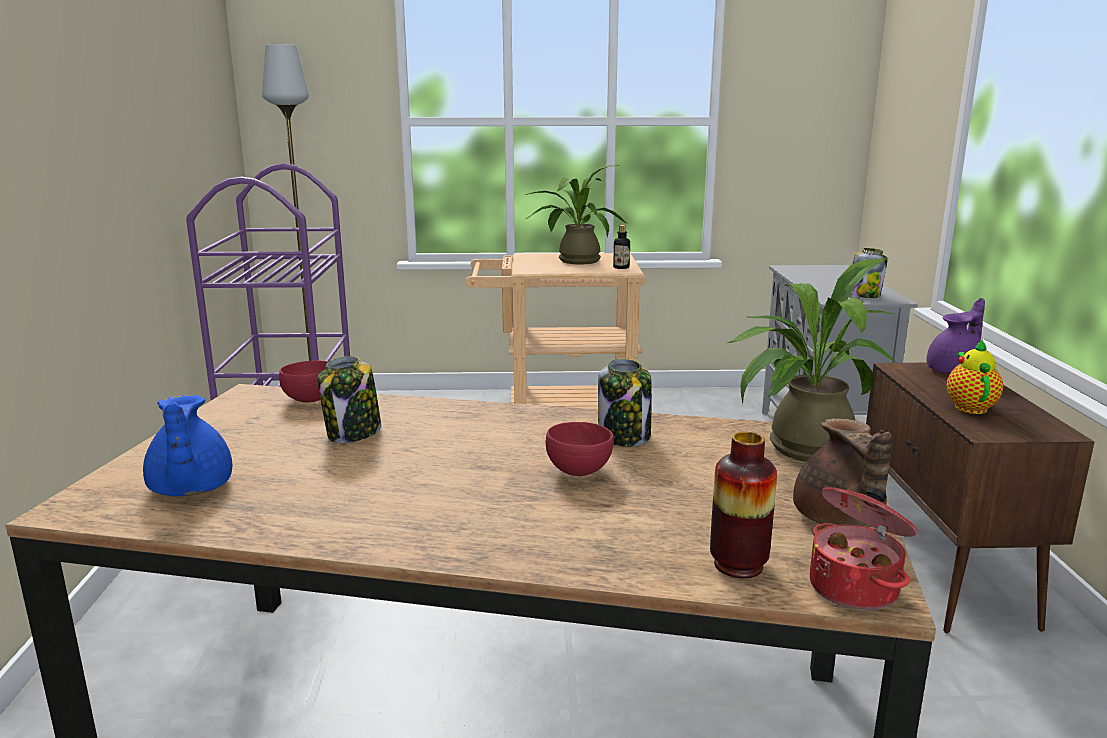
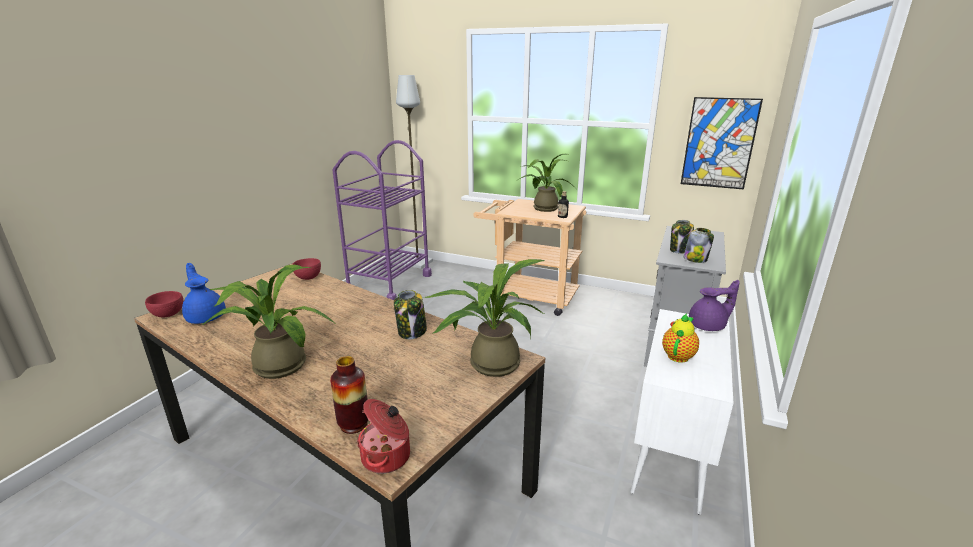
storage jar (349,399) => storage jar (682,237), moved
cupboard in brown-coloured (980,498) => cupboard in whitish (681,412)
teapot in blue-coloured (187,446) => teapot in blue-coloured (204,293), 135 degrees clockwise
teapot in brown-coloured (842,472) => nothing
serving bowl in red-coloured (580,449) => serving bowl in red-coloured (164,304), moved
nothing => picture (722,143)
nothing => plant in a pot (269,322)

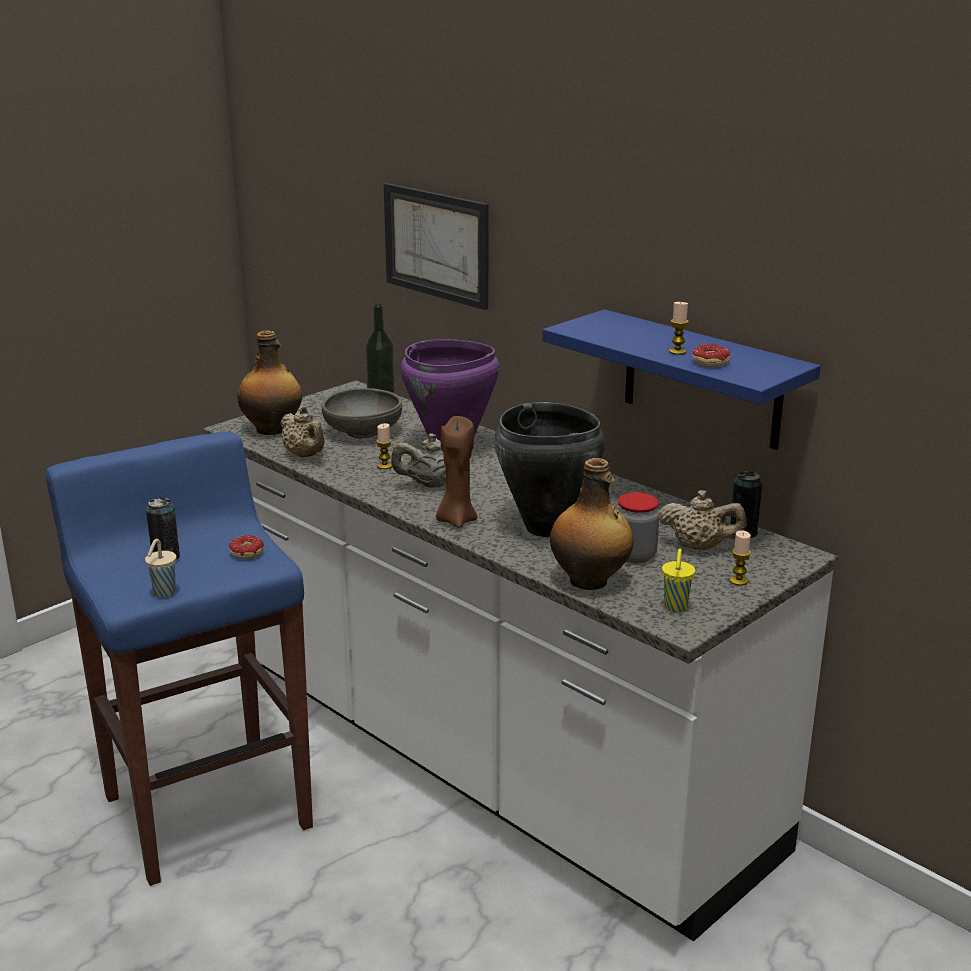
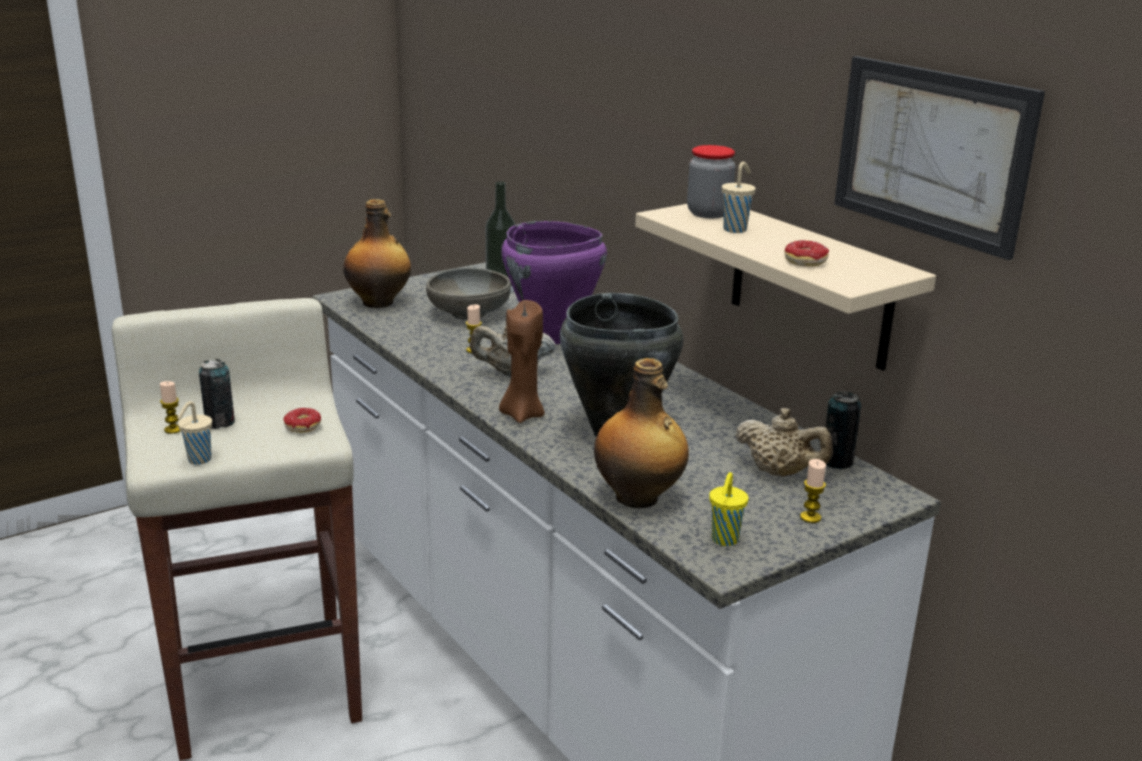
picture (436,246) => picture (939,158), moved
candle (679,328) => candle (170,407), moved
bracket shelf in blue-coloured (681,379) => bracket shelf in beige (785,287)
teapot in beige (302,432) => nothing
stool seat in blue-coloured (179,658) => stool seat in beige (237,529)
storage jar (638,527) => storage jar (711,181), moved
nothing => drinking cup in beige (739,197)

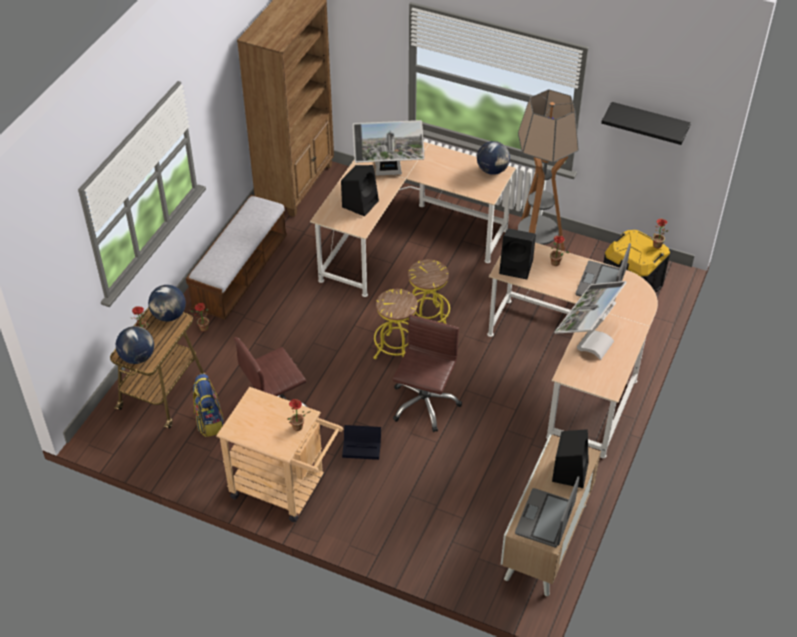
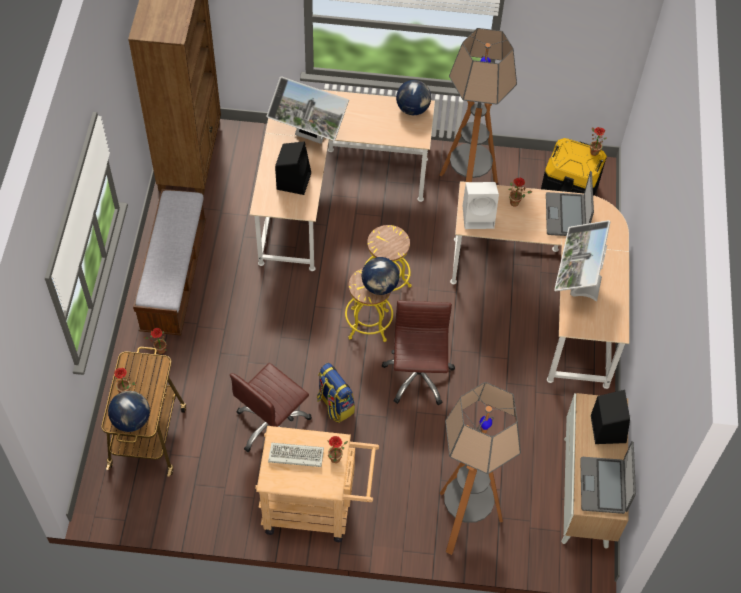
bracket shelf in black-coloured (646,123) => nothing
computer display (389,148) => computer display (307,110), 45 degrees clockwise
speaker in black-coloured (517,253) => speaker in whitish (481,205)
globe (167,303) => globe (380,276), moved
rucksack (208,405) => rucksack (336,393), moved
storage container in black-coloured (361,442) => nothing
nothing => standing lamp (480,468)
nothing => computer keyboard (296,455)

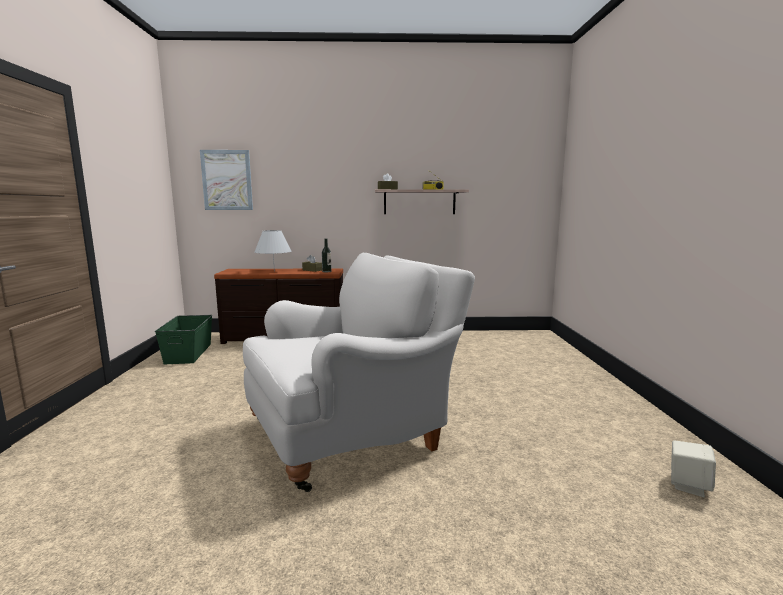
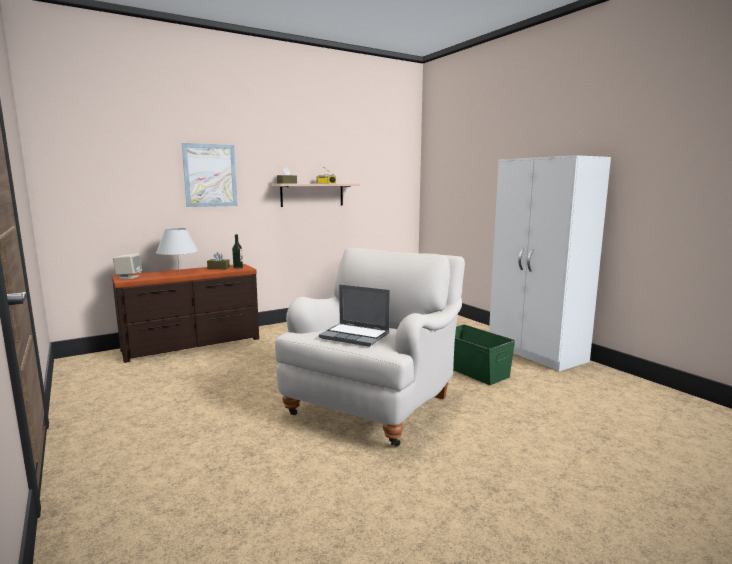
picture (226,180) => picture (210,175), moved
storage container in green-coloured (183,340) => storage container in green-coloured (484,354), moved
speaker in beige (693,468) => speaker in beige (127,266), moved
nothing => clothes cupboard in whitish (550,263)
nothing => laptop (354,315)

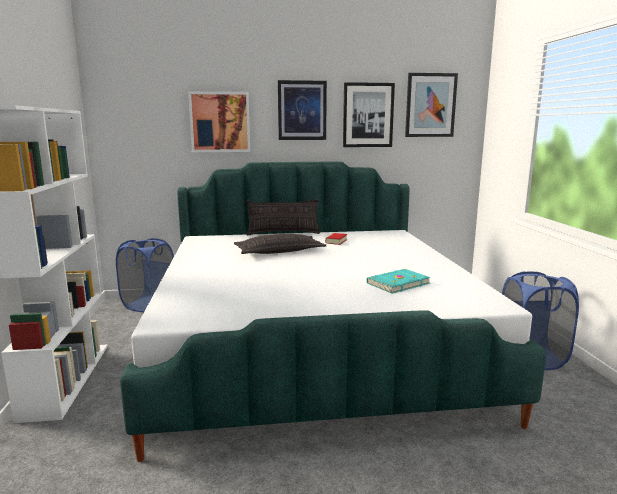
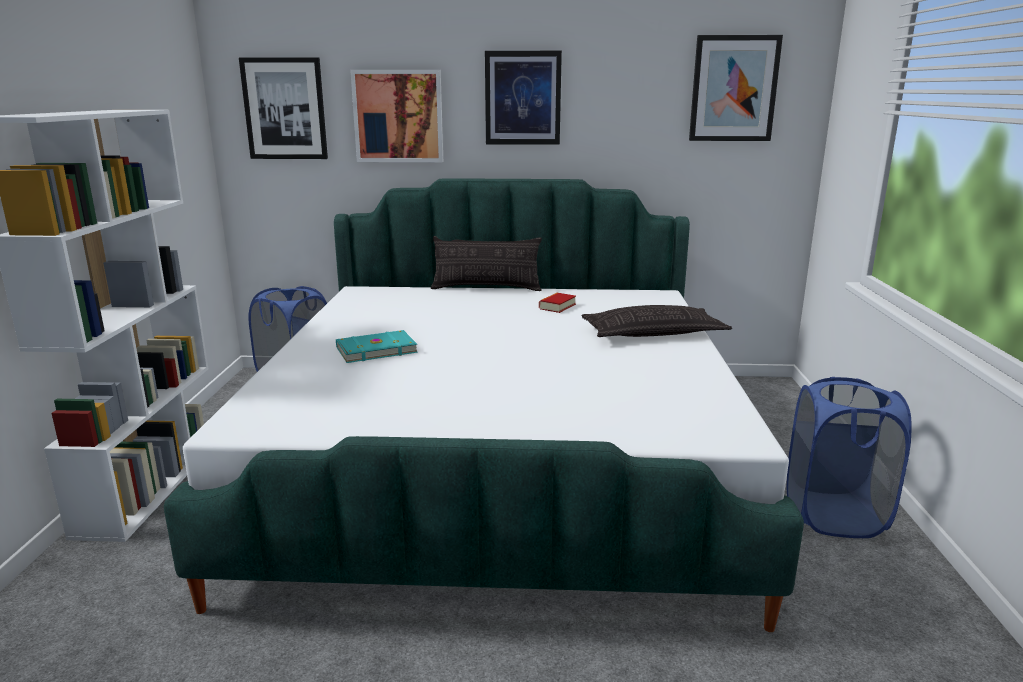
picture (369,114) => picture (283,108), moved
throw pillow (280,244) => throw pillow (657,321), moved
bound book in turquoise-coloured (399,281) => bound book in turquoise-coloured (377,346), moved

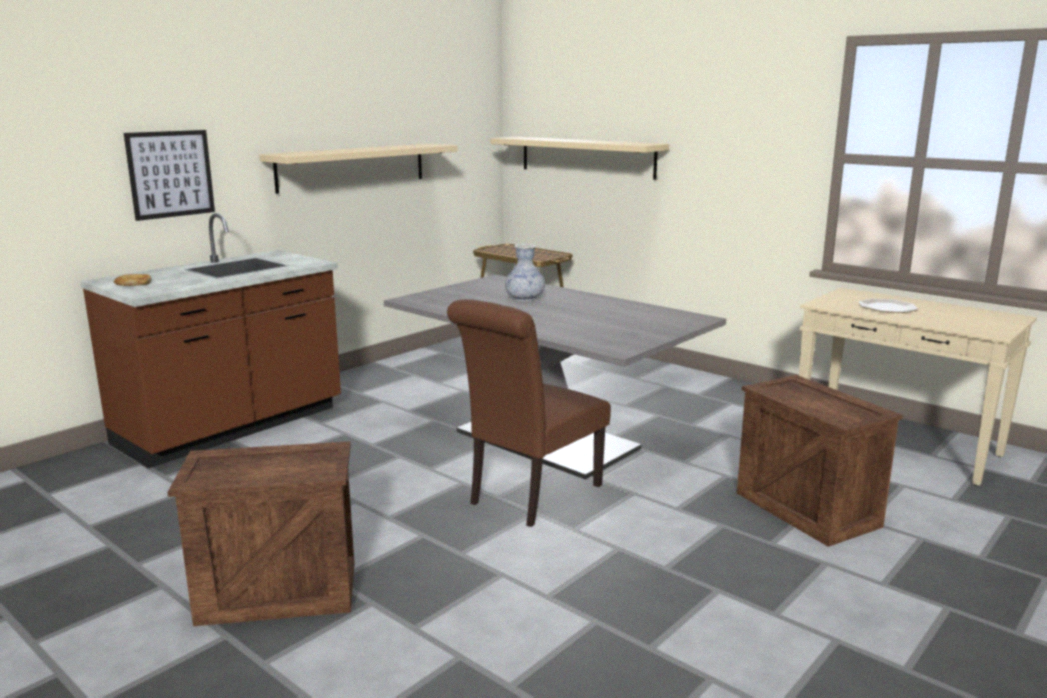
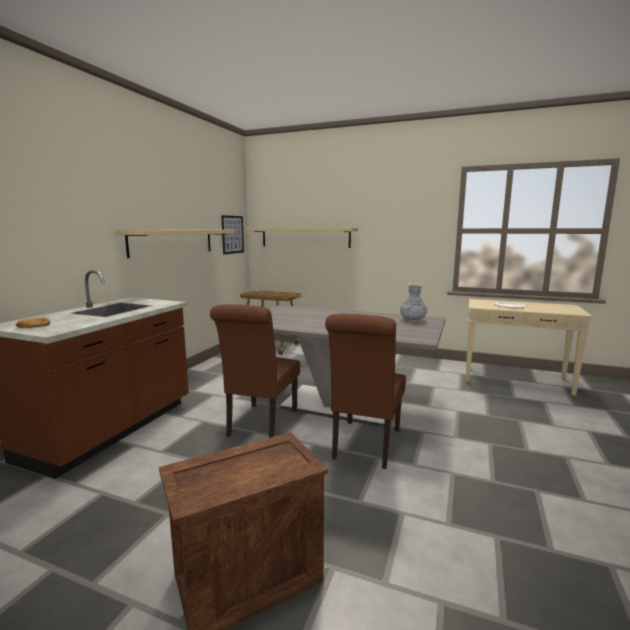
picture (169,175) => picture (232,234), moved
flower vase (525,273) => flower vase (413,302), moved
shipping crate (820,461) => nothing
nothing => upright chair in brown-coloured (255,371)

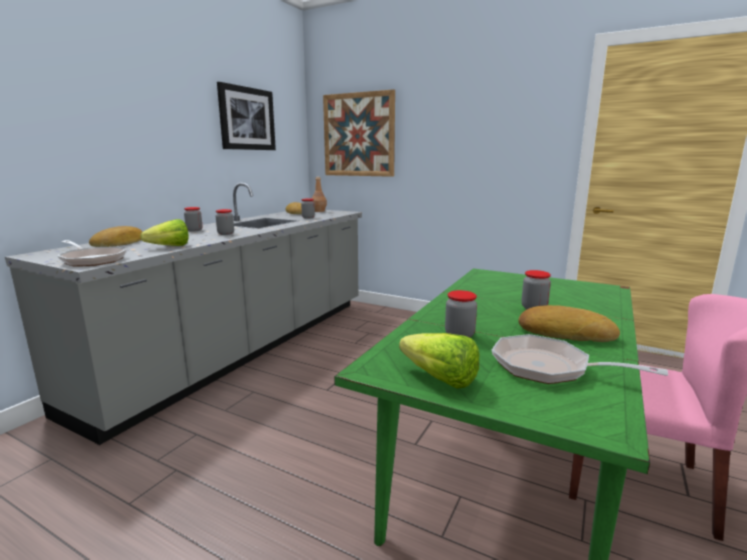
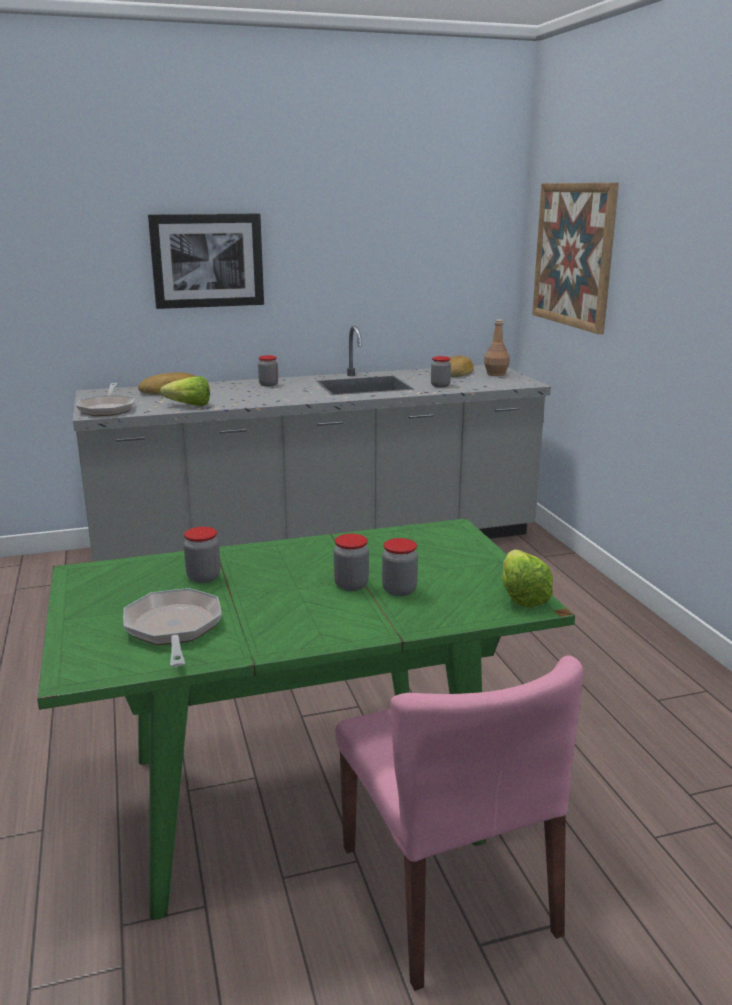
picture (246,116) => picture (206,261), moved
storage jar (225,222) => storage jar (400,567), moved
bakery bread (569,323) => nothing
lettuce head (439,361) => lettuce head (527,578), moved

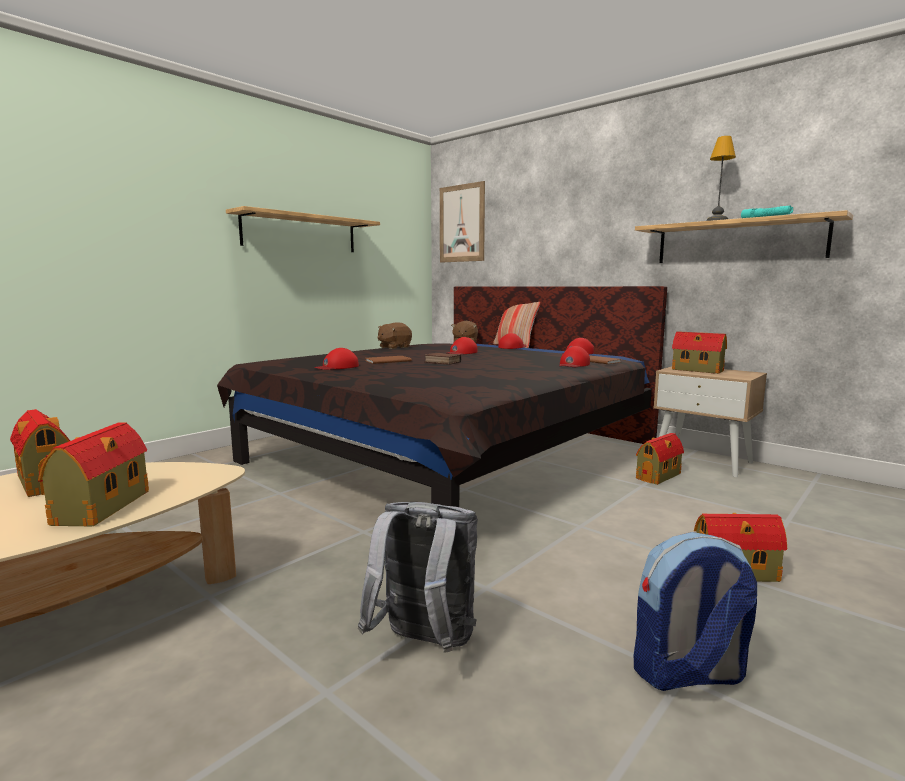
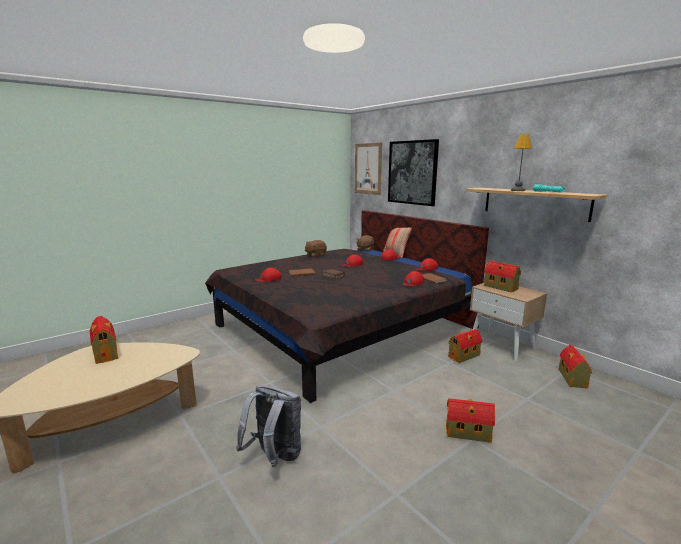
bracket shelf (303,229) => nothing
model house (93,474) => model house (575,366), moved
rucksack (695,611) => nothing
nothing => picture (413,172)

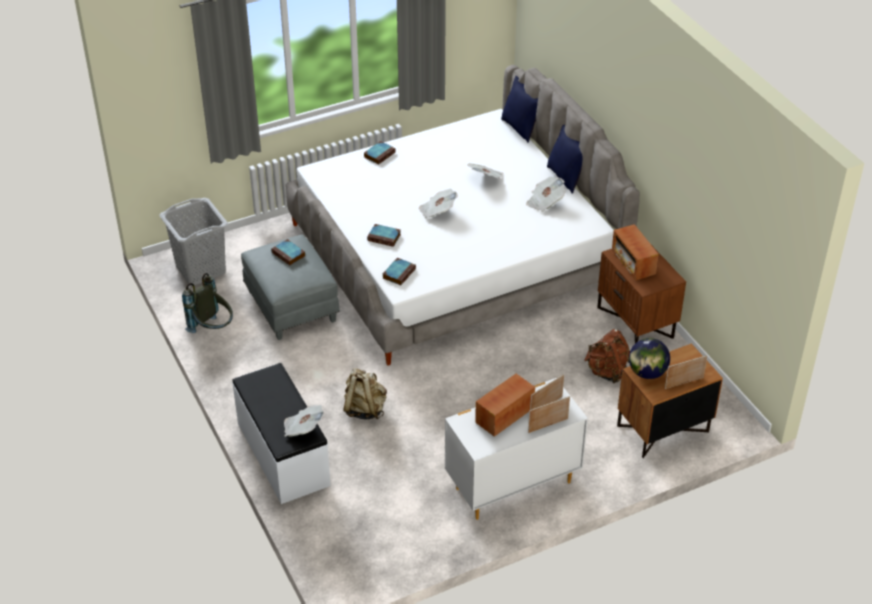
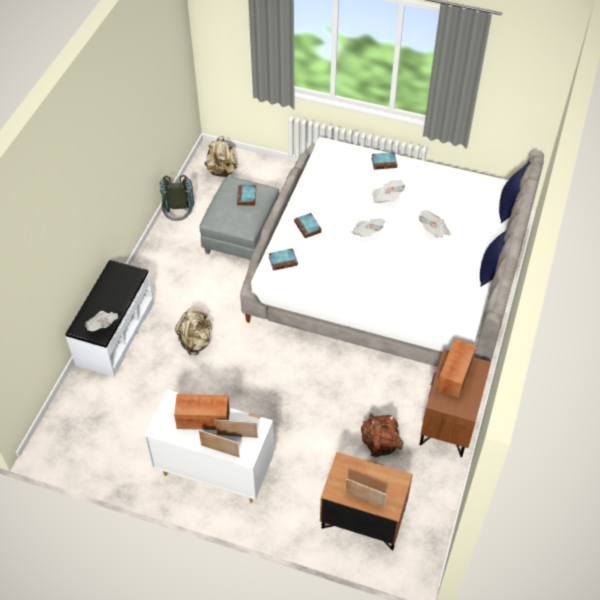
daily paper (546,194) => daily paper (389,191), moved
laundry basket in gray (194,242) => rucksack in beige (221,157)
globe (649,358) => nothing

